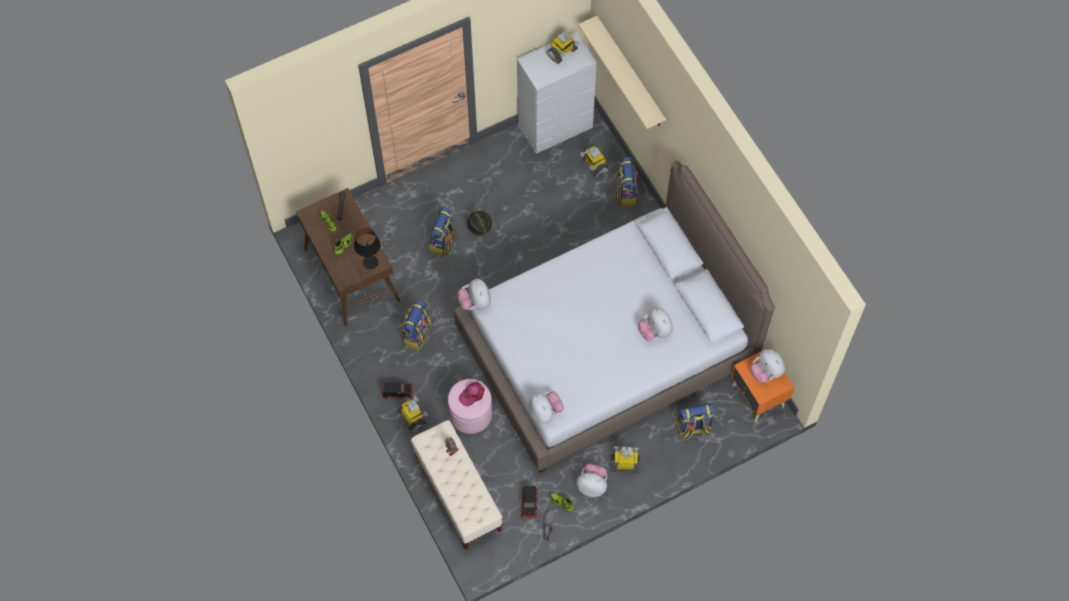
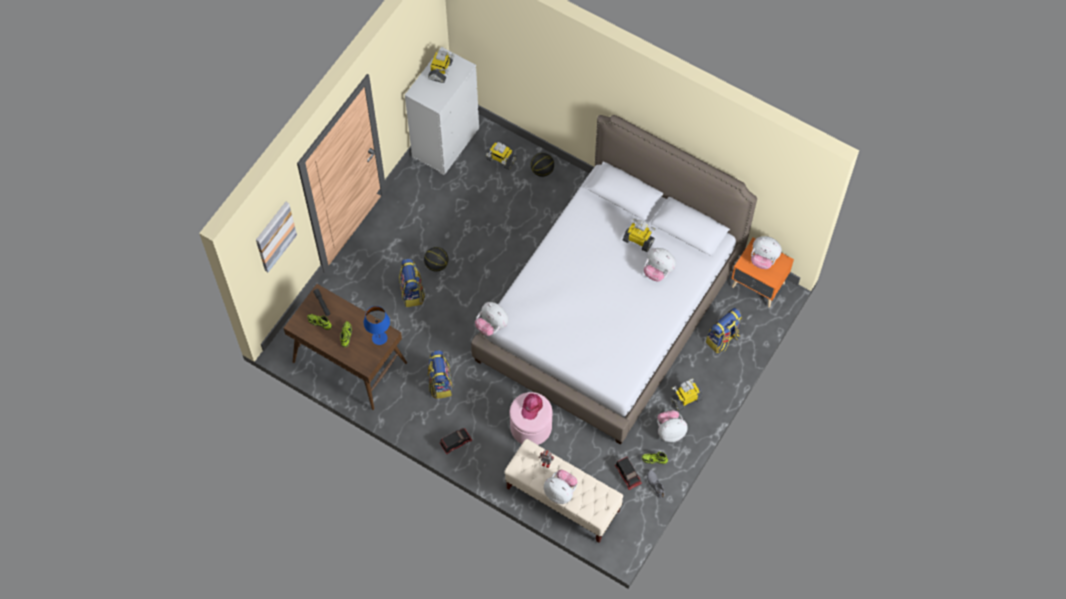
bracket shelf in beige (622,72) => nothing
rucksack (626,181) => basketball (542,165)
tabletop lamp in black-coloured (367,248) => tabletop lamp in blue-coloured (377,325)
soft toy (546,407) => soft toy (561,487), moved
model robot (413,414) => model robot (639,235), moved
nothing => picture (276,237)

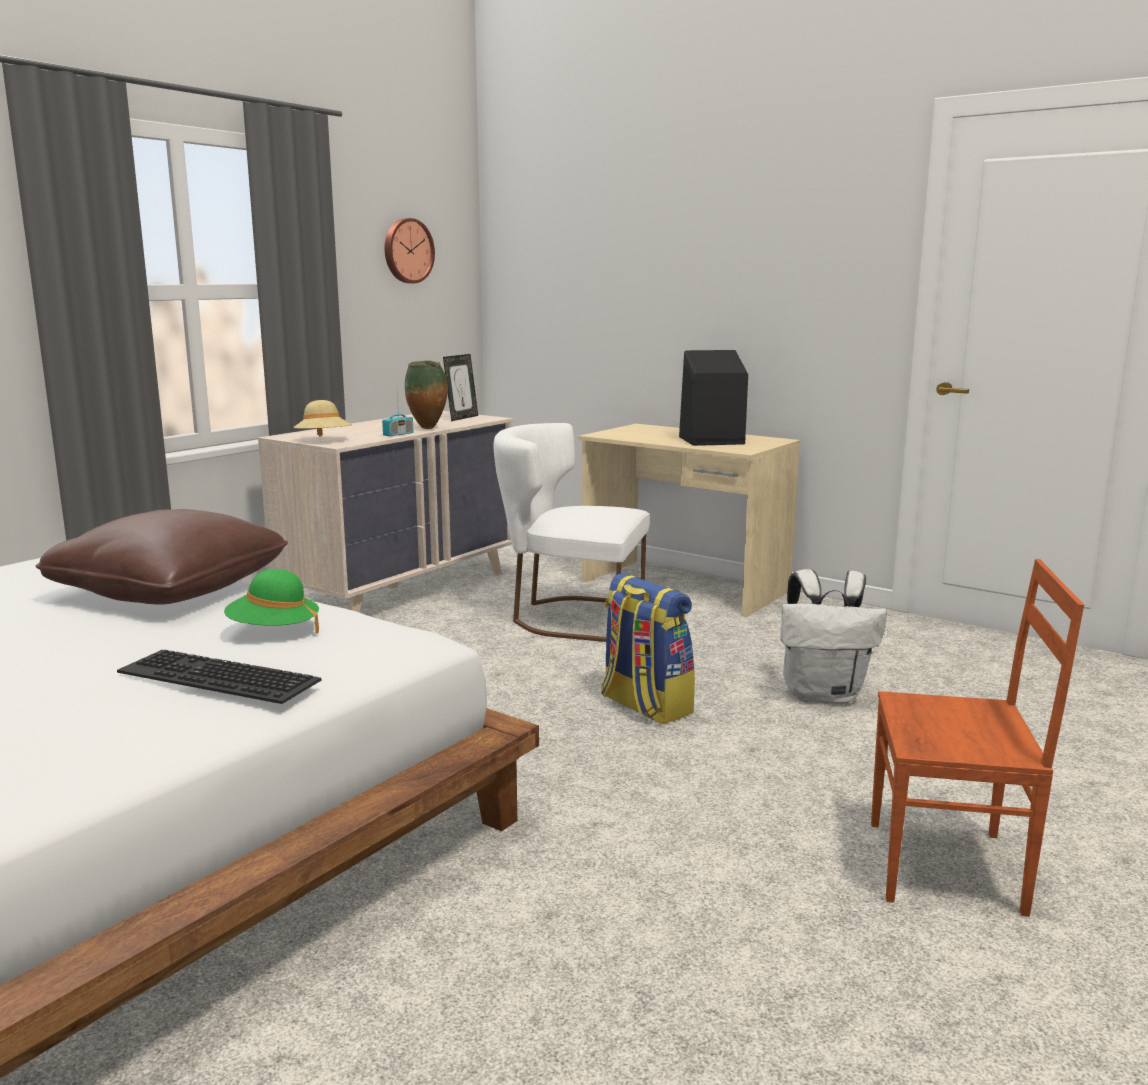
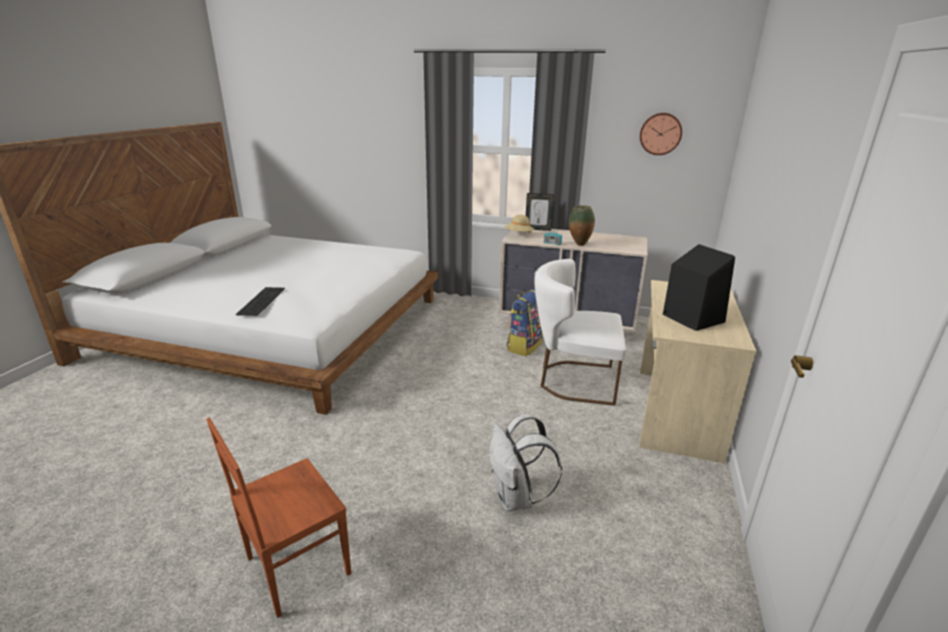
standing frame (460,387) => standing frame (540,212), moved
upright chair in whitish (571,532) => upright chair in whitish (580,332), 75 degrees counterclockwise
throw pillow in brown-coloured (162,557) => nothing
upright chair in brown-coloured (977,738) => upright chair in brown-coloured (278,518), 60 degrees clockwise
wearable hat in green-coloured (271,601) => nothing
rucksack (648,648) => rucksack (524,322), moved

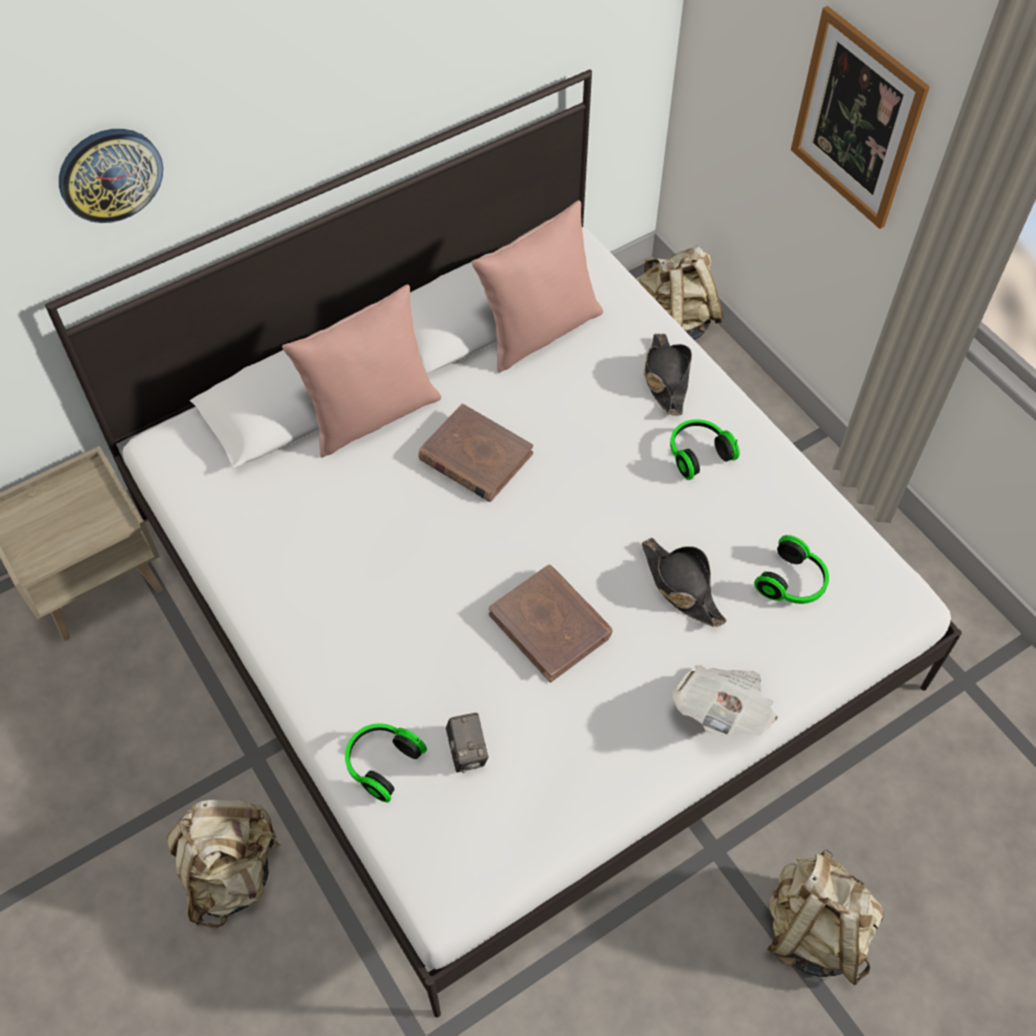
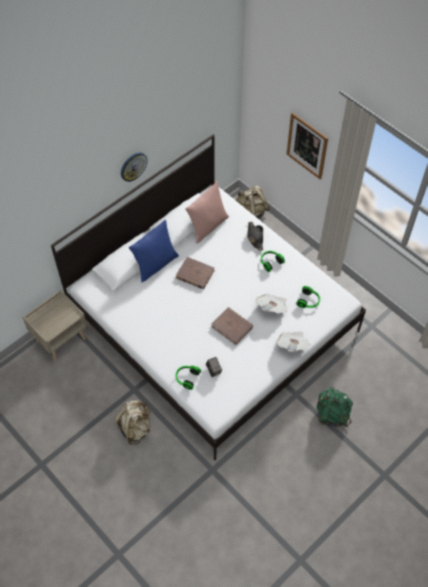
hanging clock (111,176) => hanging clock (134,167), moved
throw pillow in pink-coloured (361,371) => throw pillow in blue-coloured (154,251)
wearable hat in black-coloured (684,582) => daily paper (271,303)
rucksack in beige (825,917) => rucksack in green-coloured (334,406)

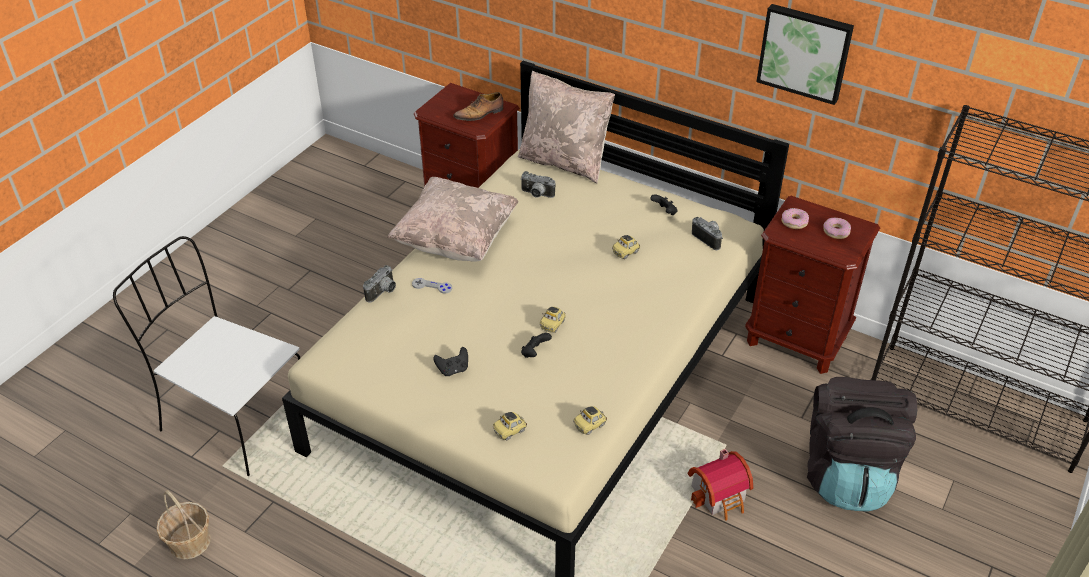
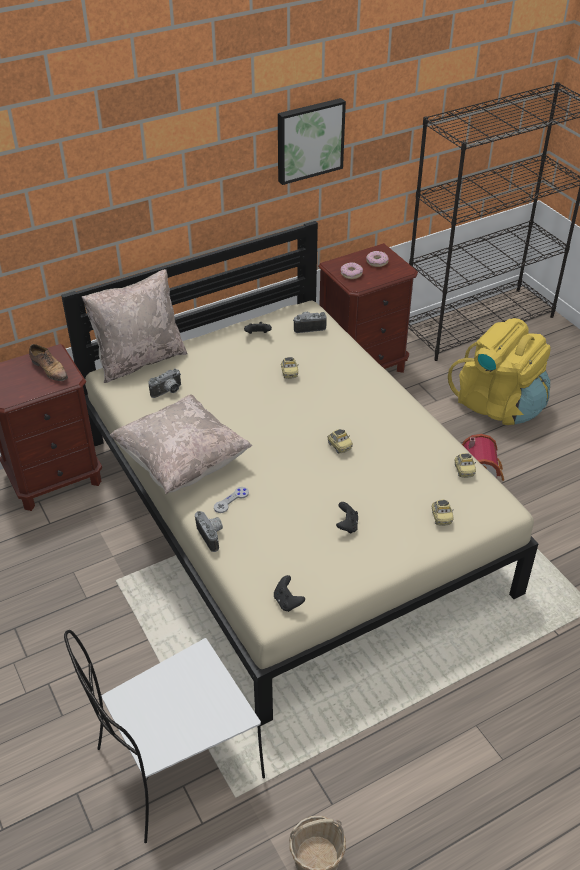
low shoe (478,106) => low shoe (48,362), 45 degrees counterclockwise
gamepad in black-coloured (536,345) => gamepad in black-coloured (289,593), moved
rucksack in black-coloured (862,444) => rucksack in yellow (499,371)

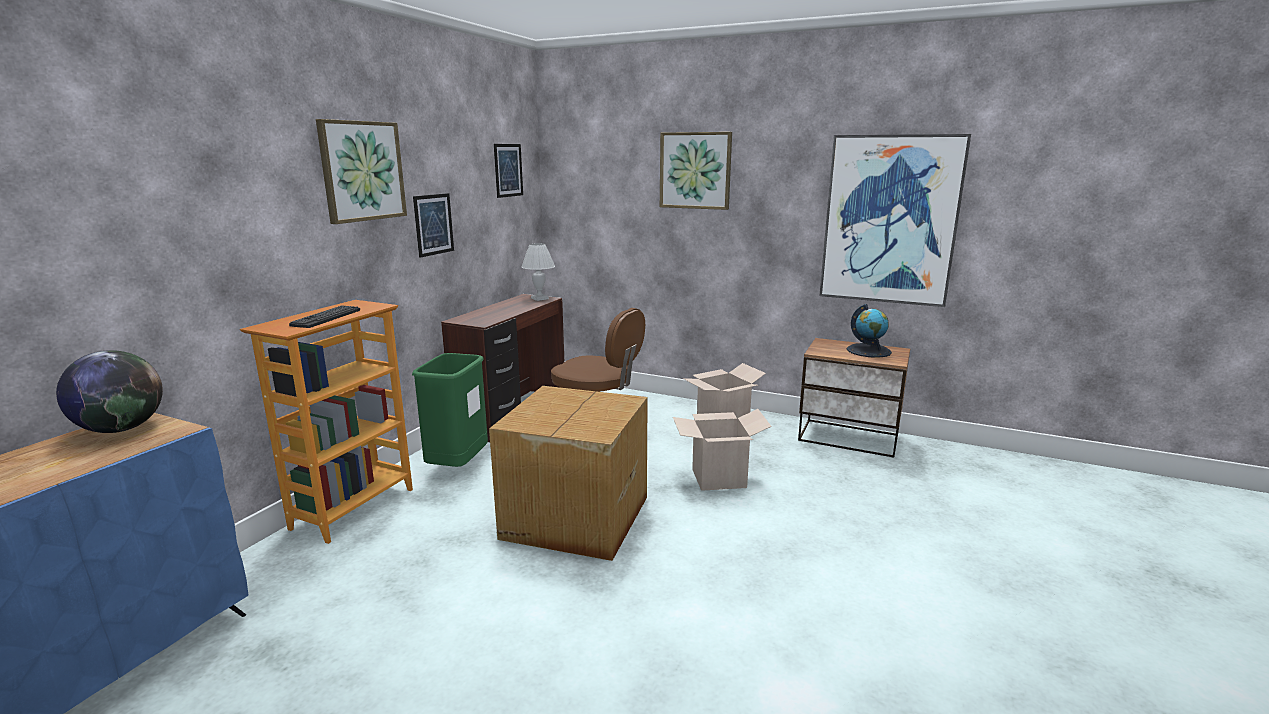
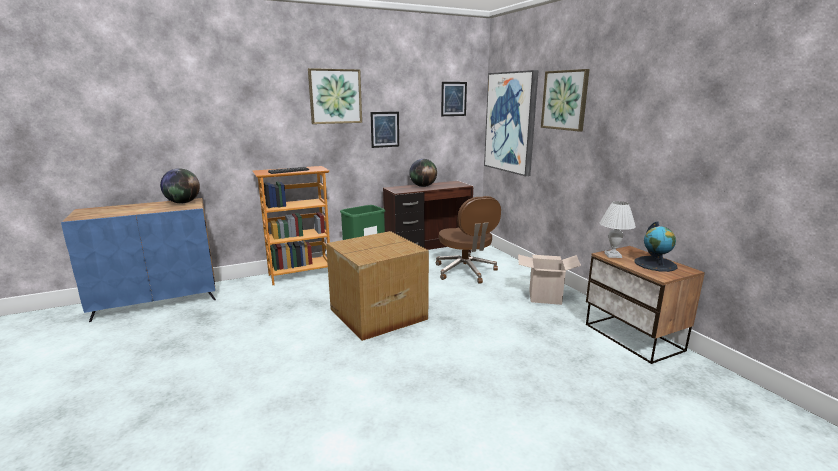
picture (895,220) => picture (511,123), moved
tabletop lamp in whitish (538,272) => tabletop lamp in whitish (618,229), moved
packing box (722,450) => nothing
nothing => globe (423,173)

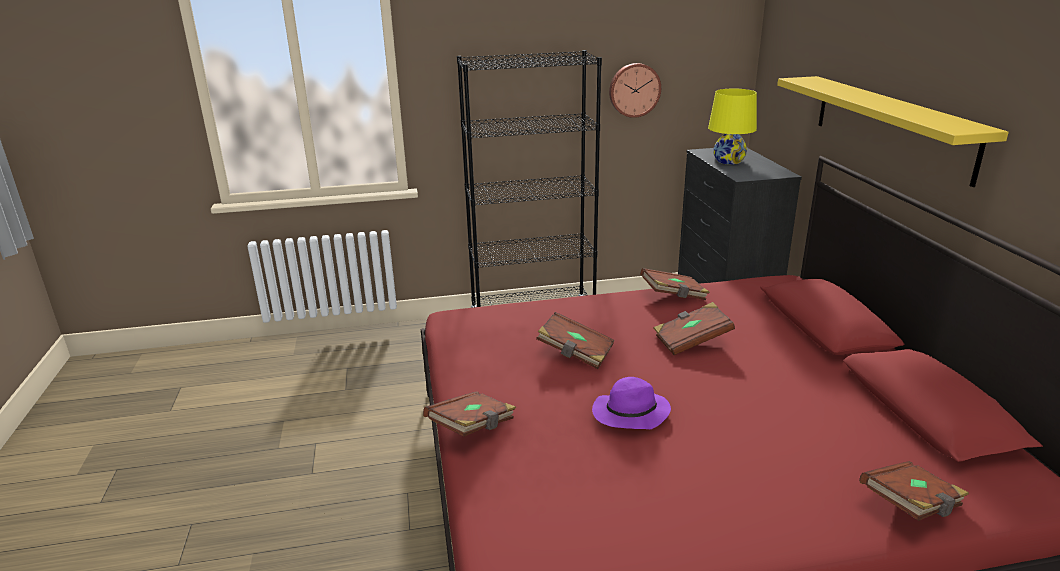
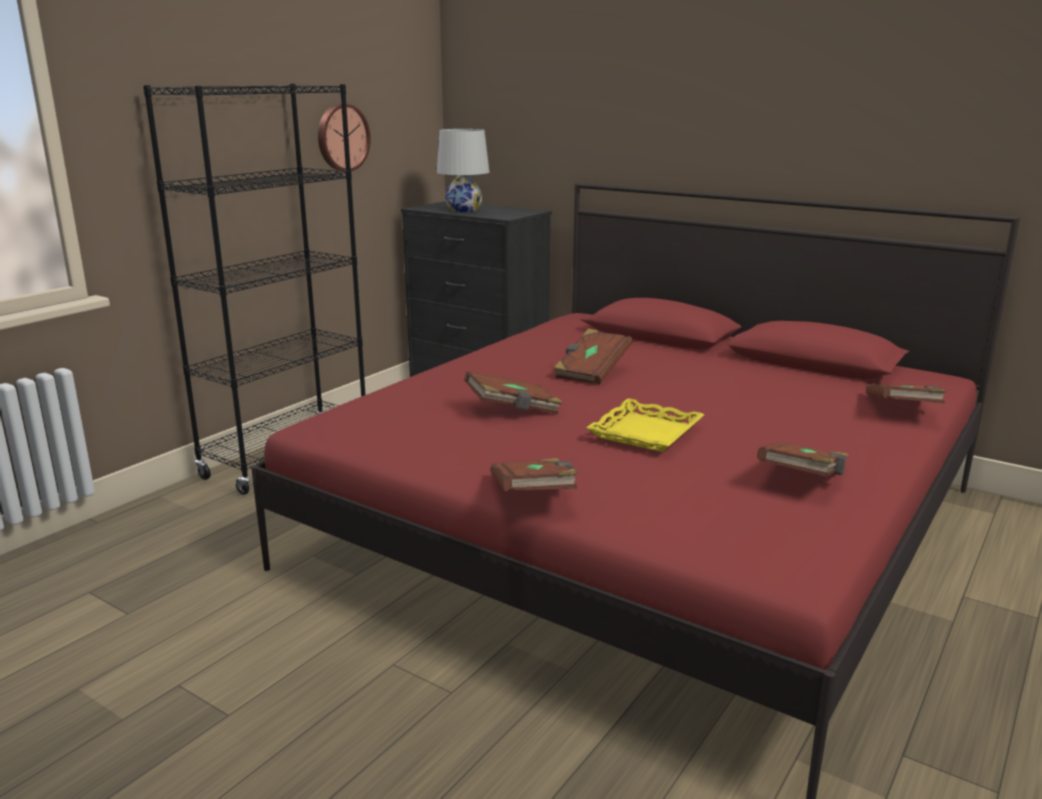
bracket shelf in yellow (893,131) => nothing
tabletop lamp in yellow (732,127) => tabletop lamp in whitish (463,170)
bound book in brown-coloured (675,284) => bound book in brown-coloured (803,459), moved
wearable hat in purple-coloured (631,403) => serving tray in yellow (645,425)

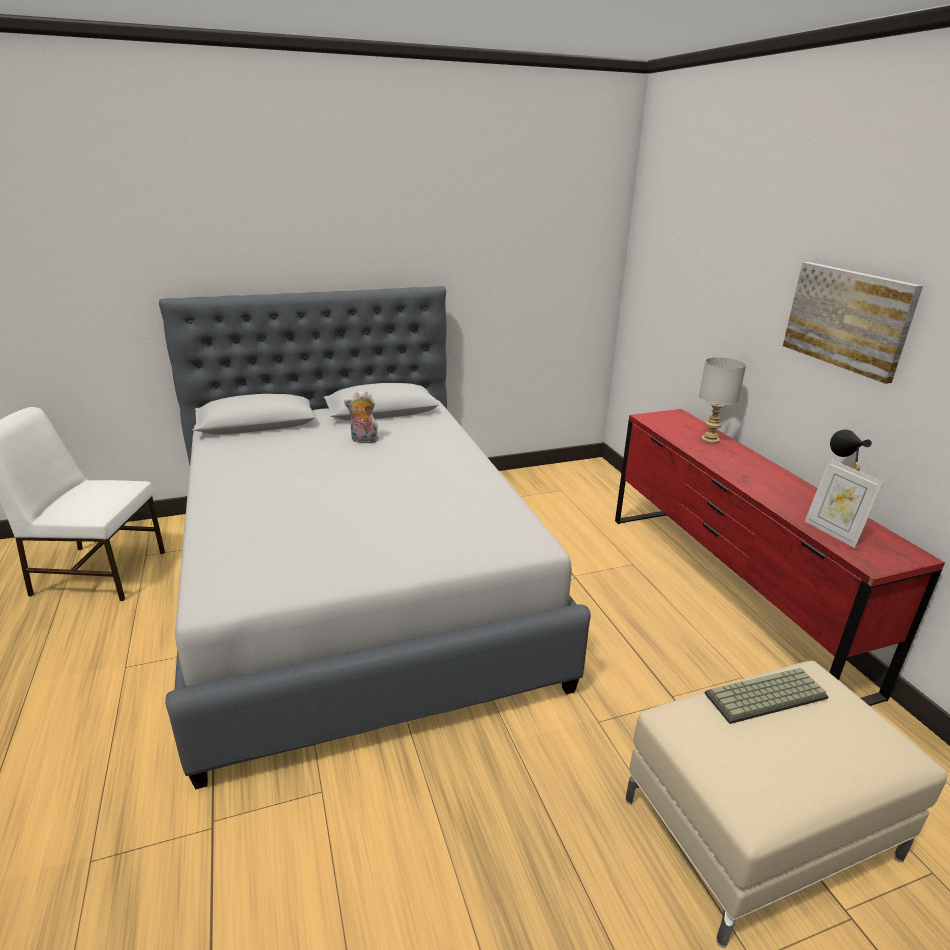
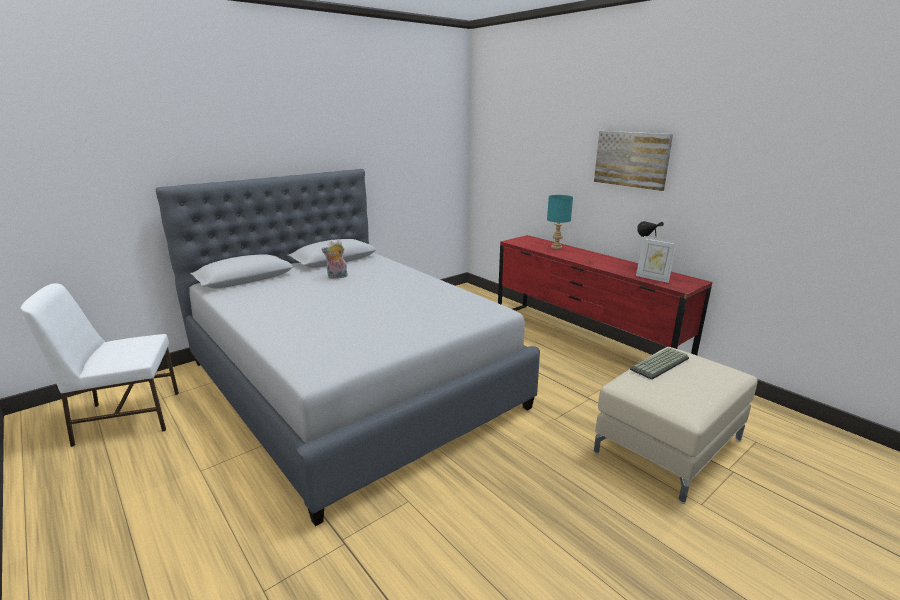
tabletop lamp in gray (722,400) => tabletop lamp in turquoise-coloured (560,222)

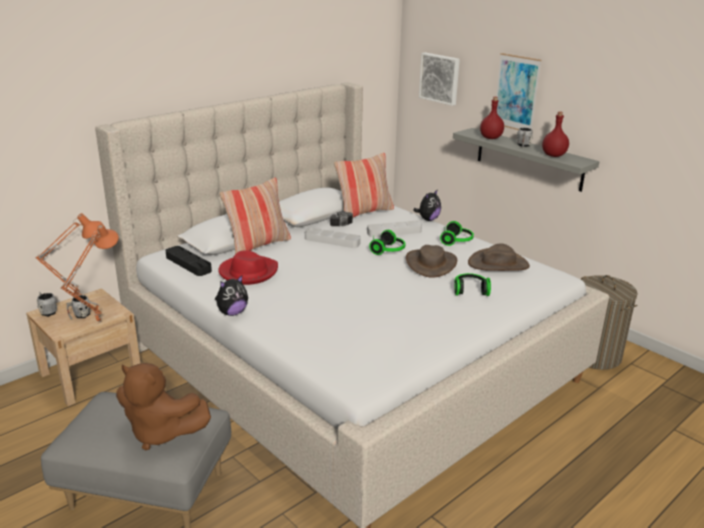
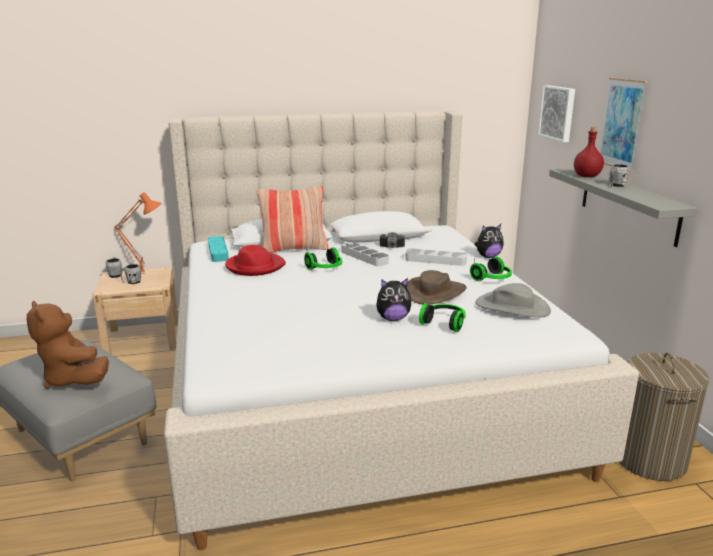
beverage bottle in red-coloured (555,134) => nothing
throw pillow (364,185) => nothing
tabletop lamp in orange-coloured (90,273) => nothing
headphones (387,242) => headphones (323,258), moved
wearable hat in brown-coloured (499,257) => wearable hat in gray (513,300)
serving tray in black-coloured (189,261) => serving tray in turquoise-coloured (218,249)
soft toy (231,295) => soft toy (393,299), moved

